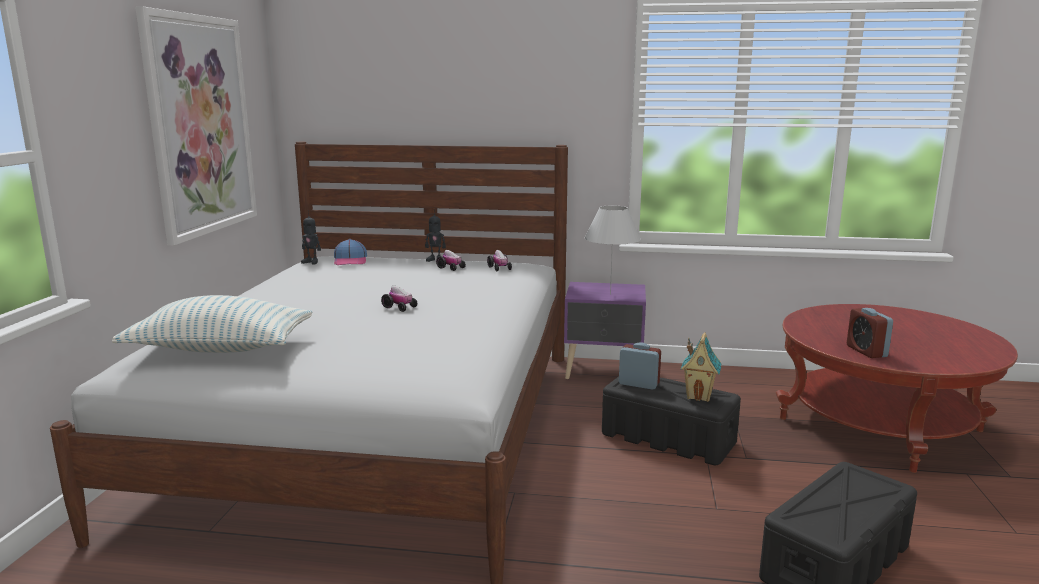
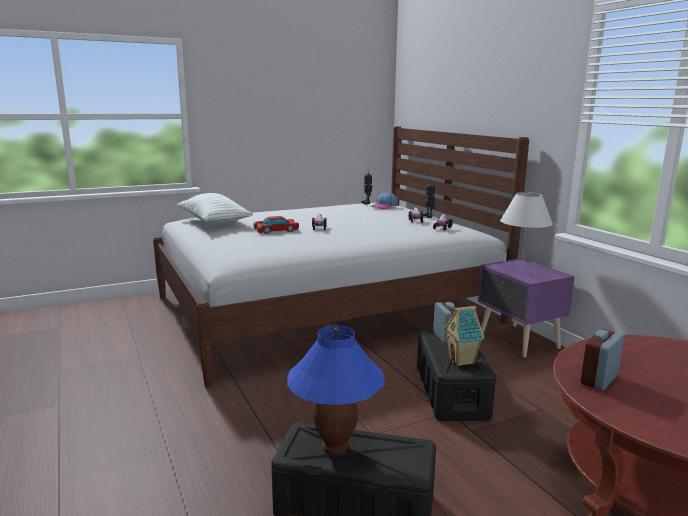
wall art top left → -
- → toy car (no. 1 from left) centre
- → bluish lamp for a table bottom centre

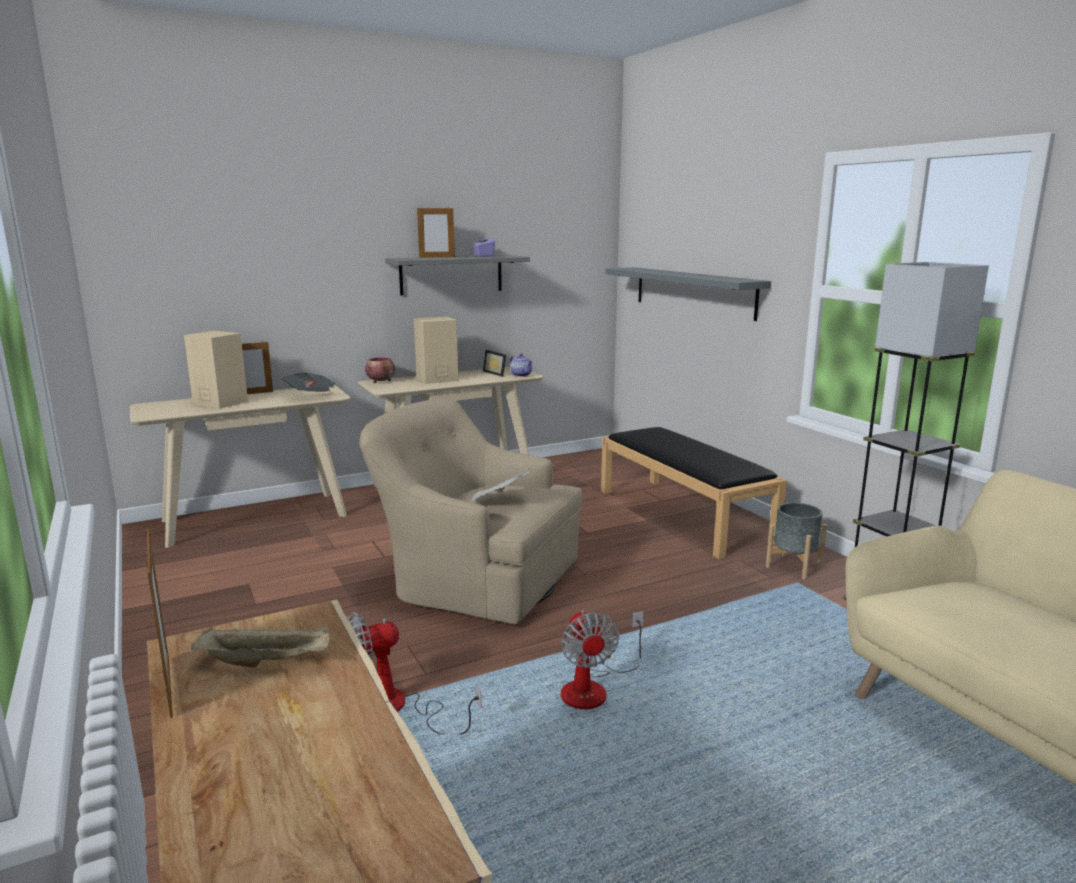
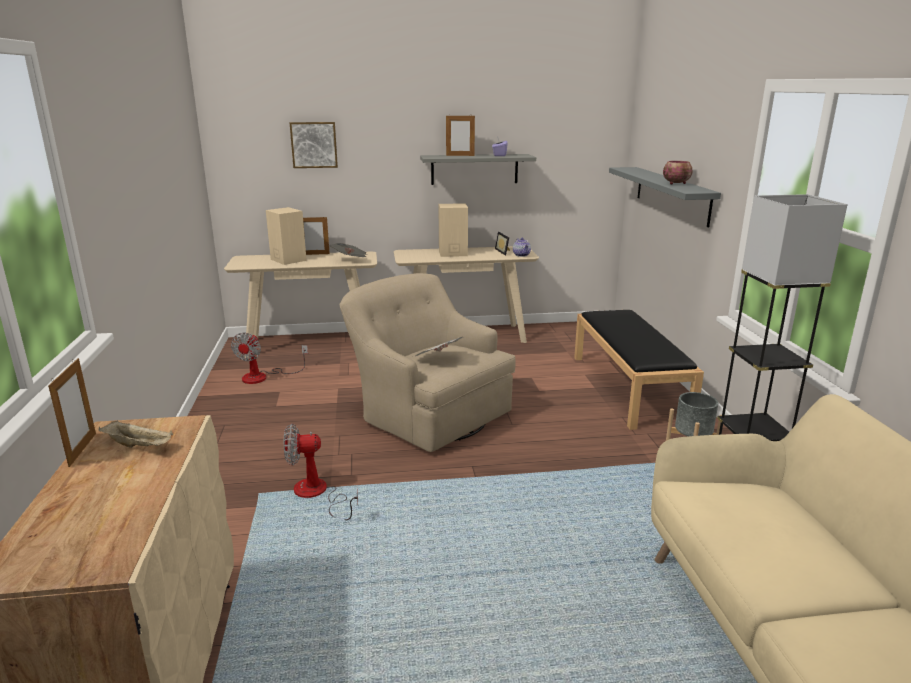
deep dish centre → deep dish top right, relocated
electric fan (no. 2 from left in the first image) bottom centre → electric fan (no. 1 from left) middle left, relocated
- → wall art top centre

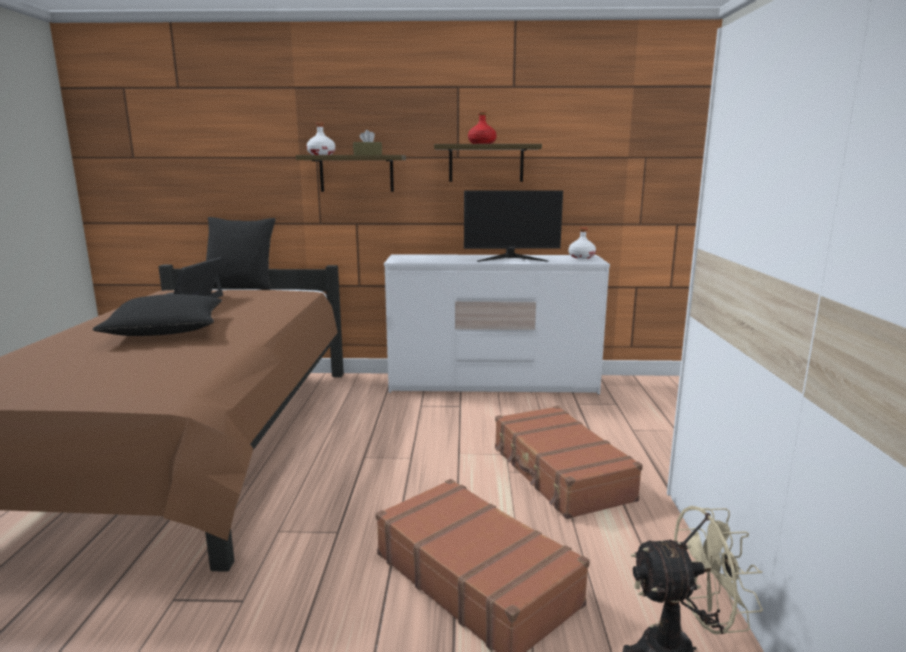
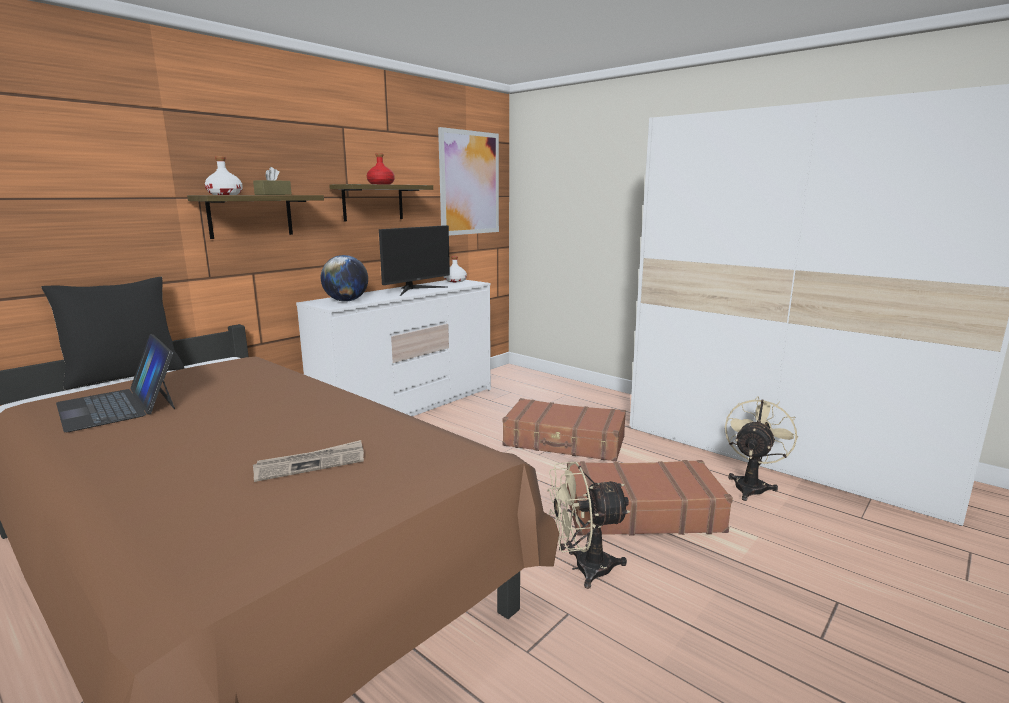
black-coloured throw pillow (no. 1 from left) middle left → -
- → newspaper middle left
- → globe centre
- → wall art top centre
- → beige-coloured electric fan (no. 1 from left) bottom centre

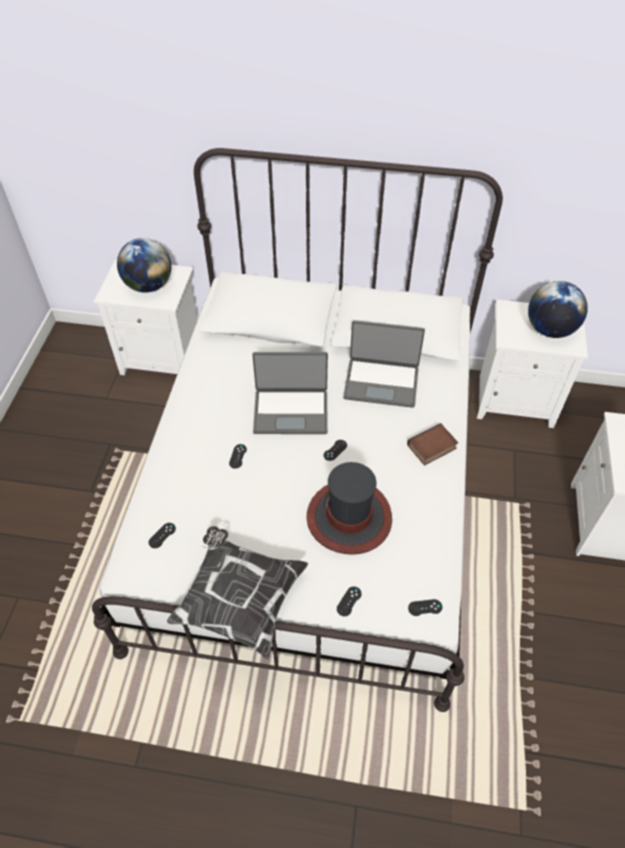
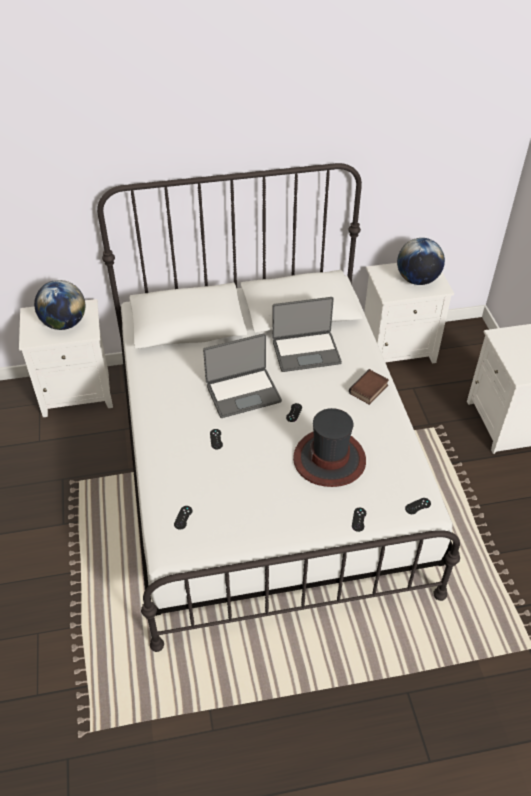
throw pillow bottom centre → -

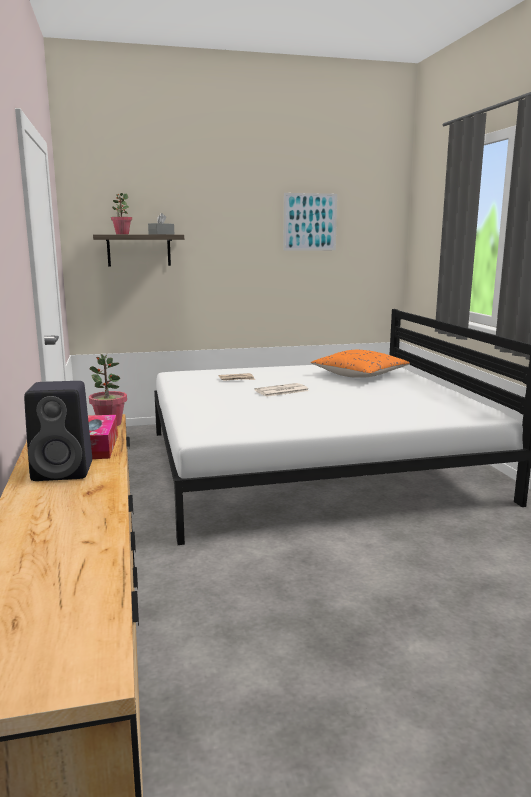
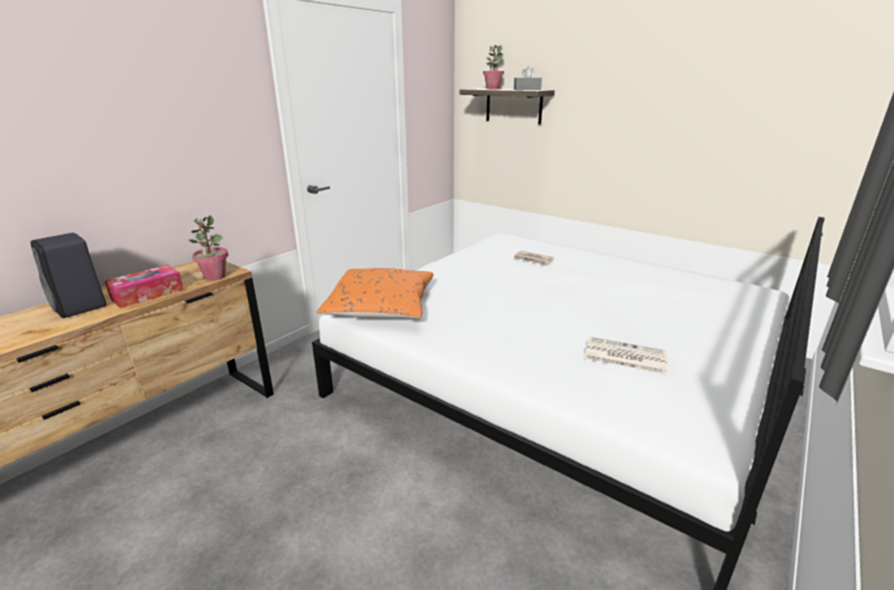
newspaper (no. 2 from left) centre → newspaper (no. 2 from left) middle right, relocated
wall art top centre → -
orange-coloured throw pillow middle right → orange-coloured throw pillow centre, relocated

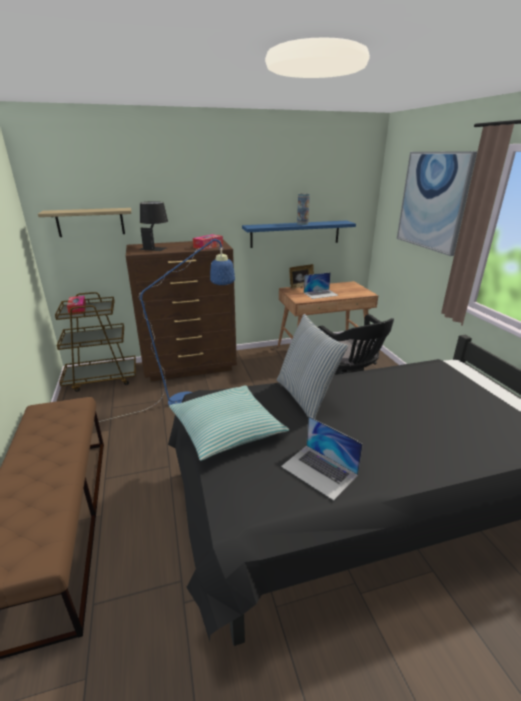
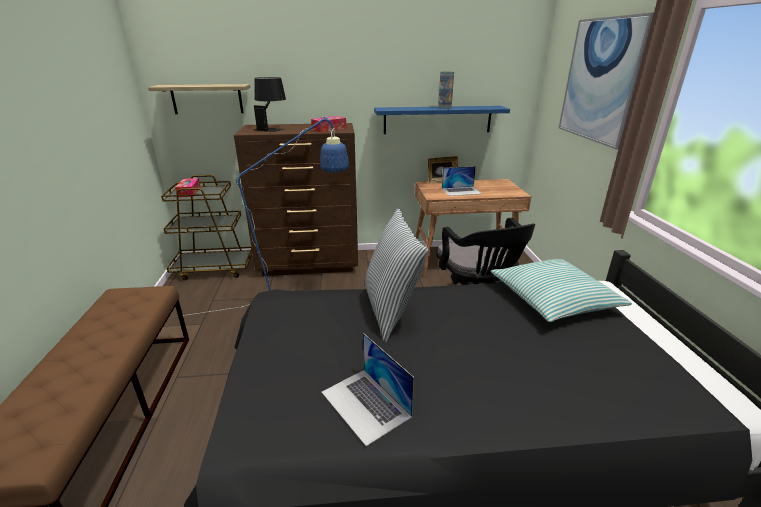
throw pillow (no. 1 from left in the first image) centre → throw pillow (no. 2 from left) middle right, relocated

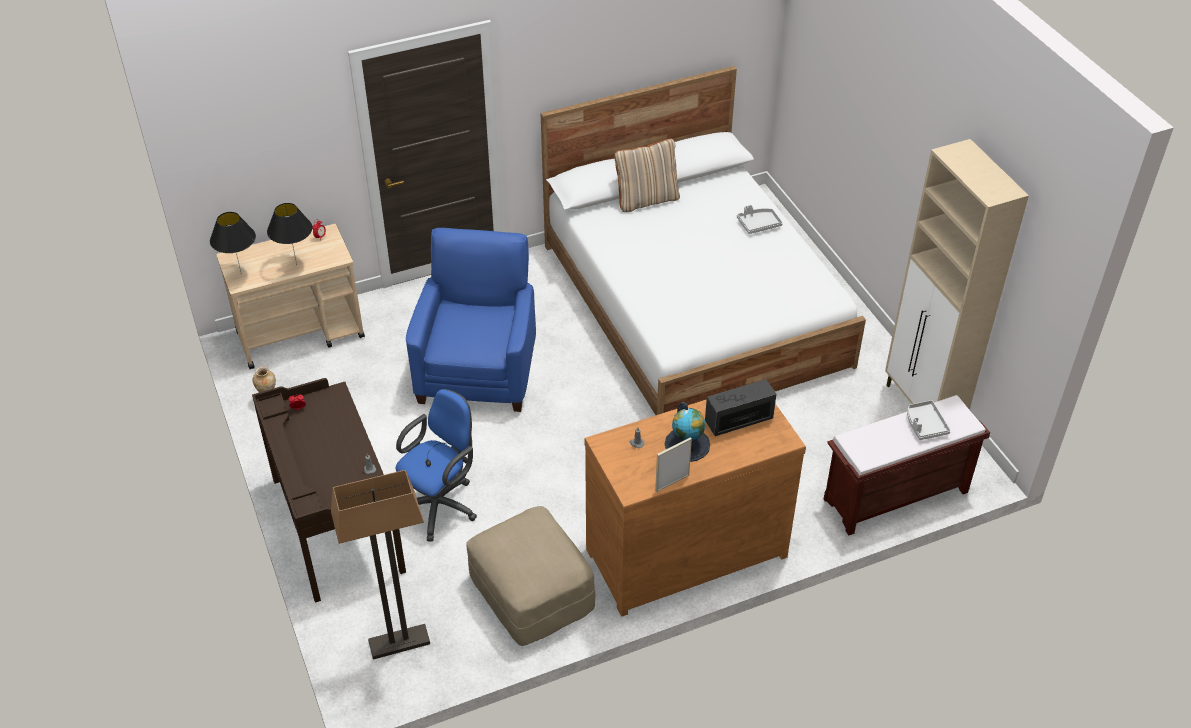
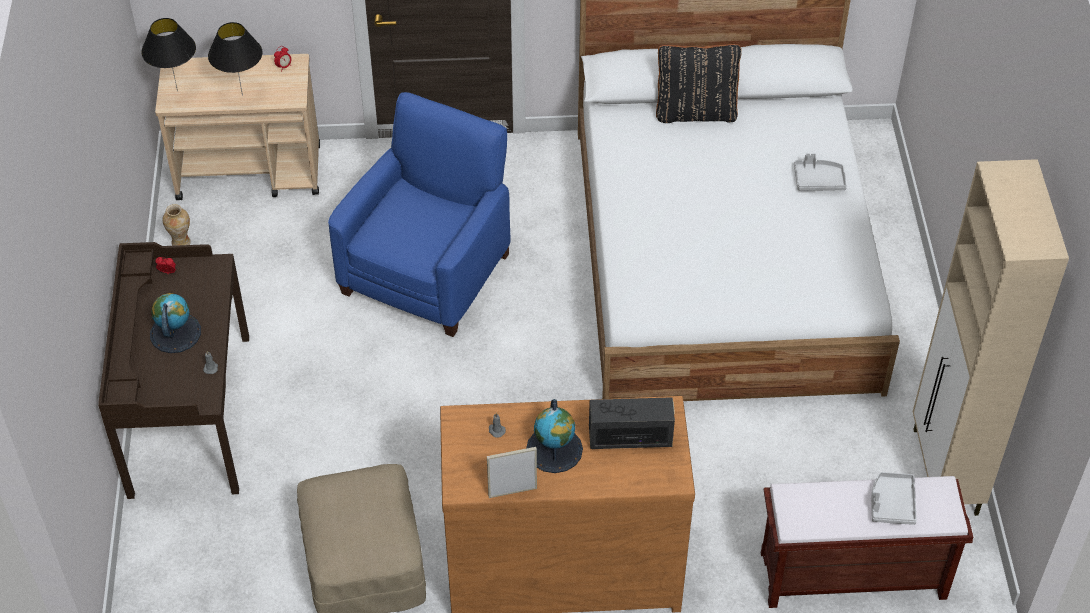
standard lamp bottom left → -
bluish computer chair centre → -
beige-coloured throw pillow top centre → black-coloured throw pillow top centre
- → globe (no. 1 from left) middle left

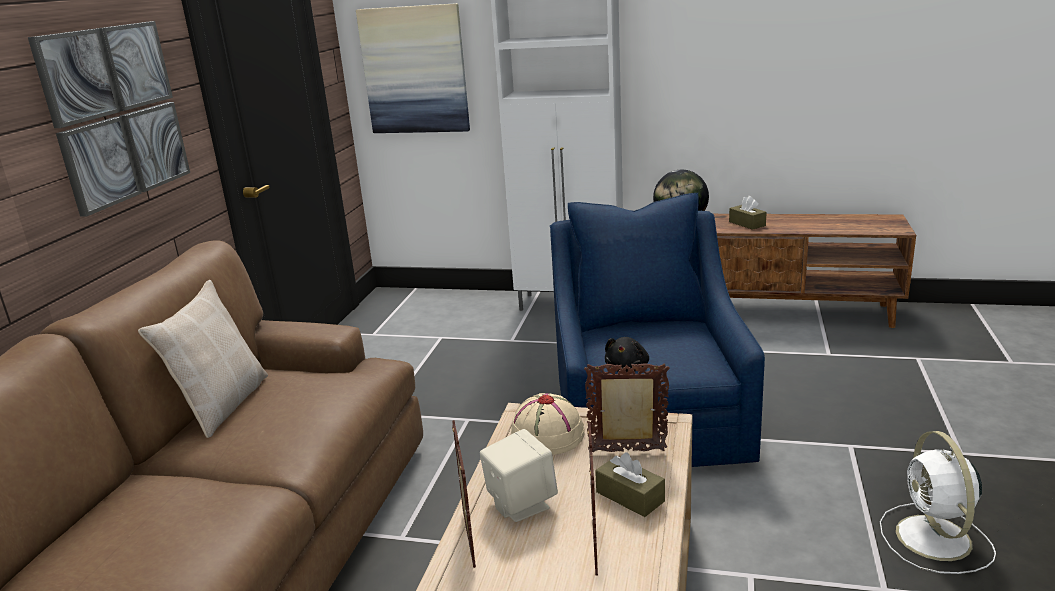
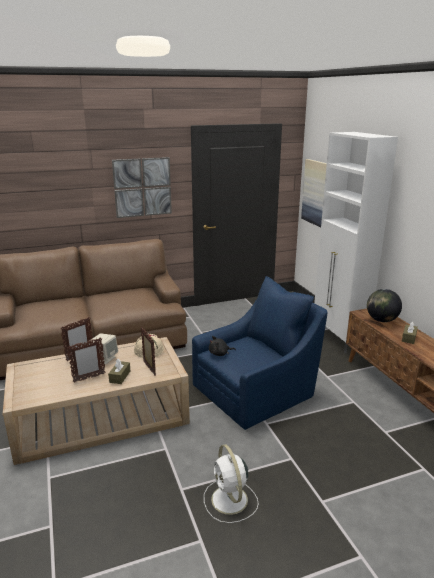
beige-coloured throw pillow middle left → -
white-coloured electric fan bottom right → white-coloured electric fan bottom centre, 75 degrees counterclockwise

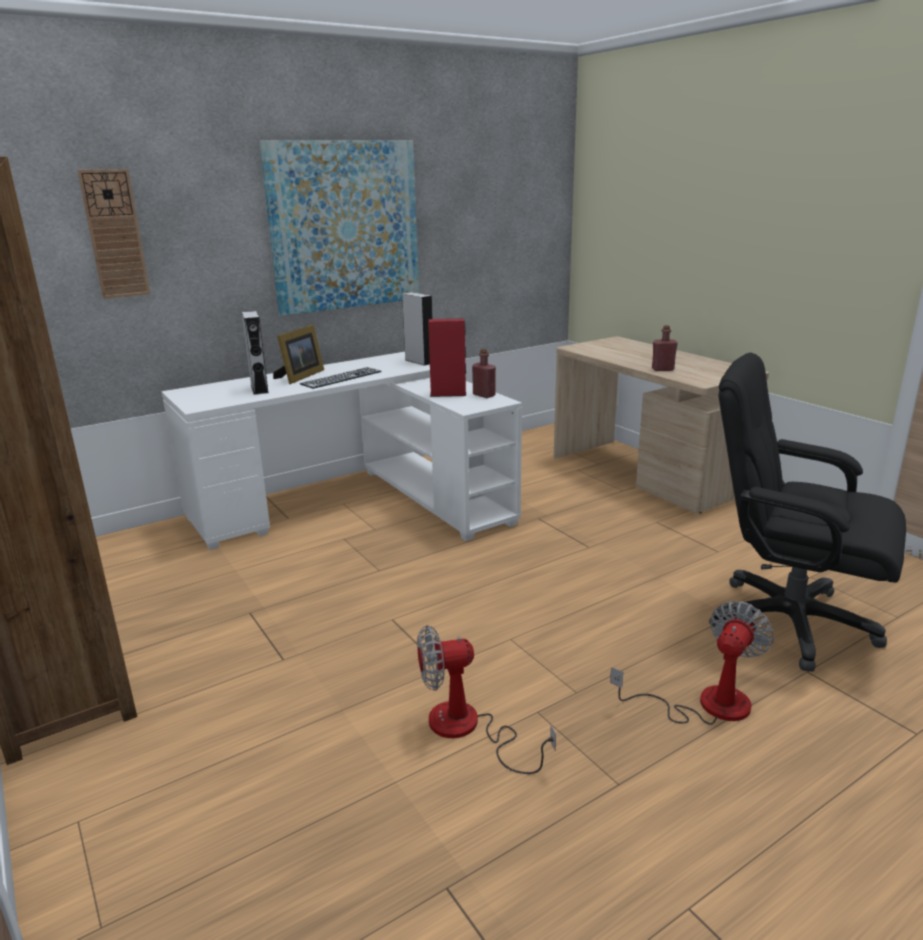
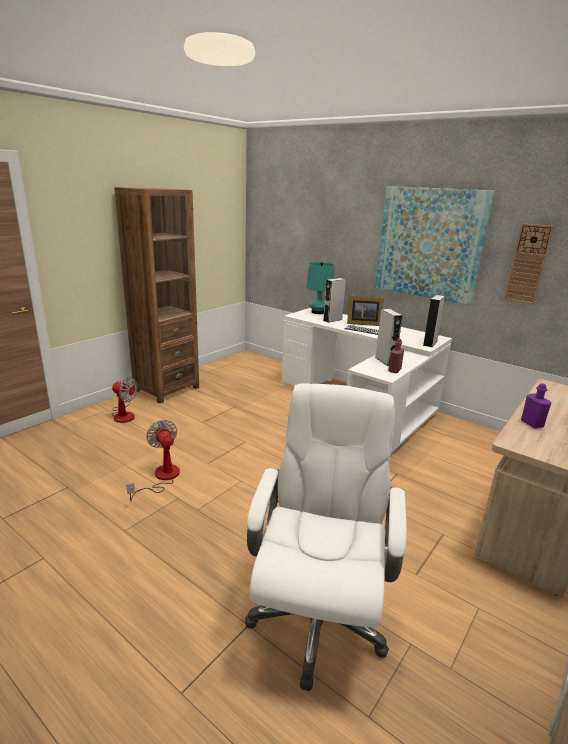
wall clock top left → wall clock middle right, relocated
red speaker centre → grey speaker (no. 2 from left) middle right
electric fan (no. 2 from left in the first image) bottom right → electric fan (no. 1 from left) middle left, relocated
red bottle (no. 2 from left) middle right → purplish bottle middle right
black-coloured computer chair middle right → white-coloured computer chair bottom centre
- → blue-green lamp for a table centre

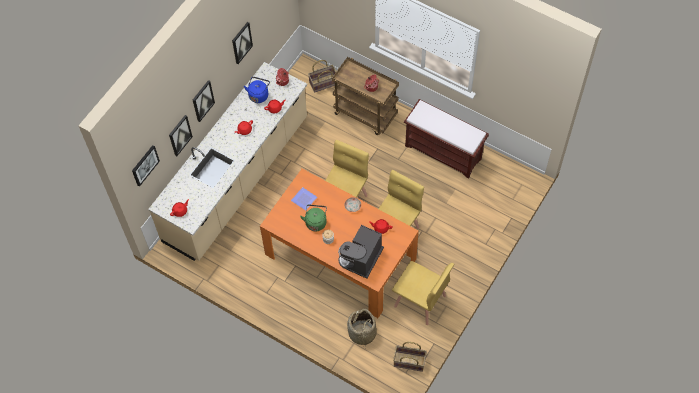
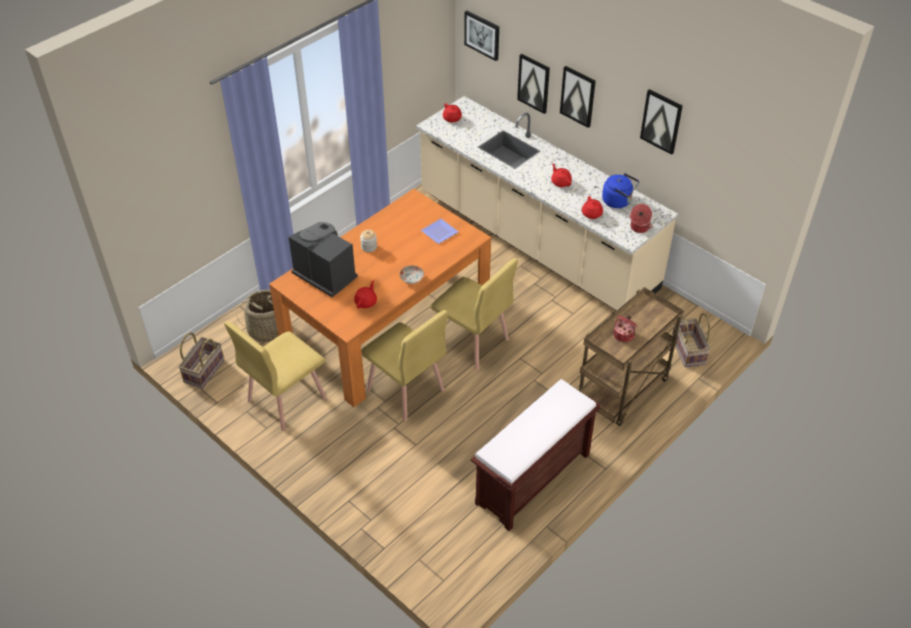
greenish kettle centre → -

